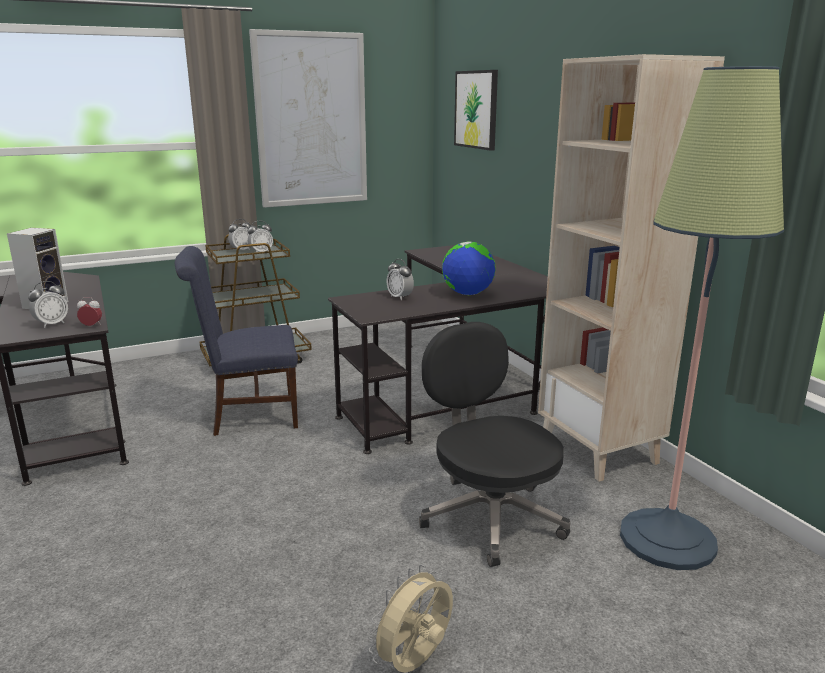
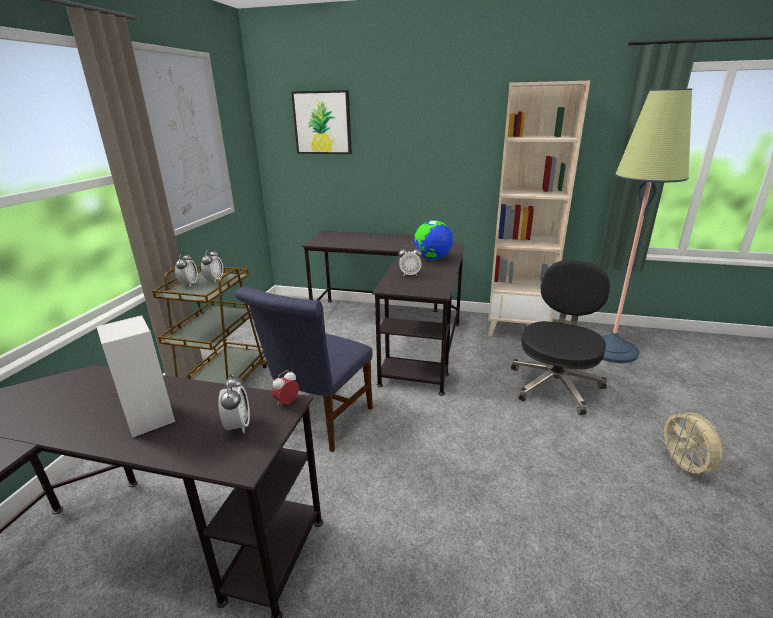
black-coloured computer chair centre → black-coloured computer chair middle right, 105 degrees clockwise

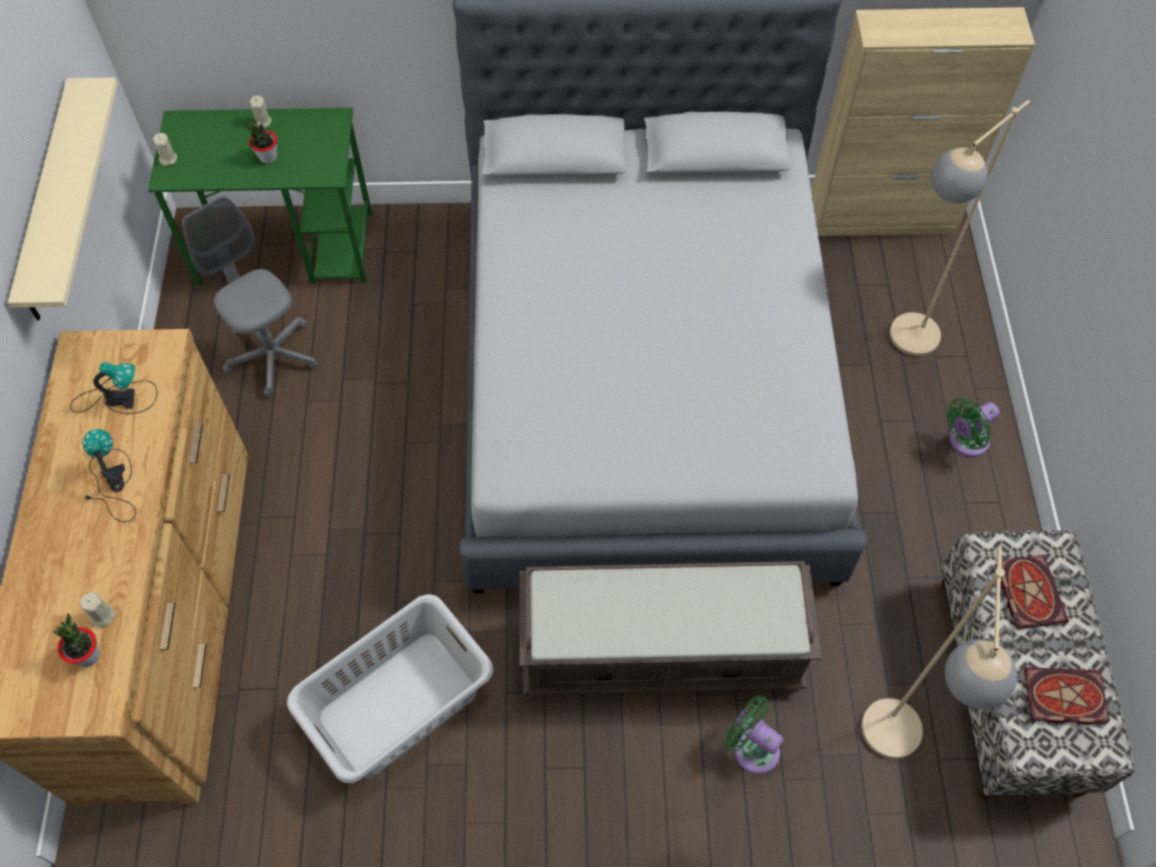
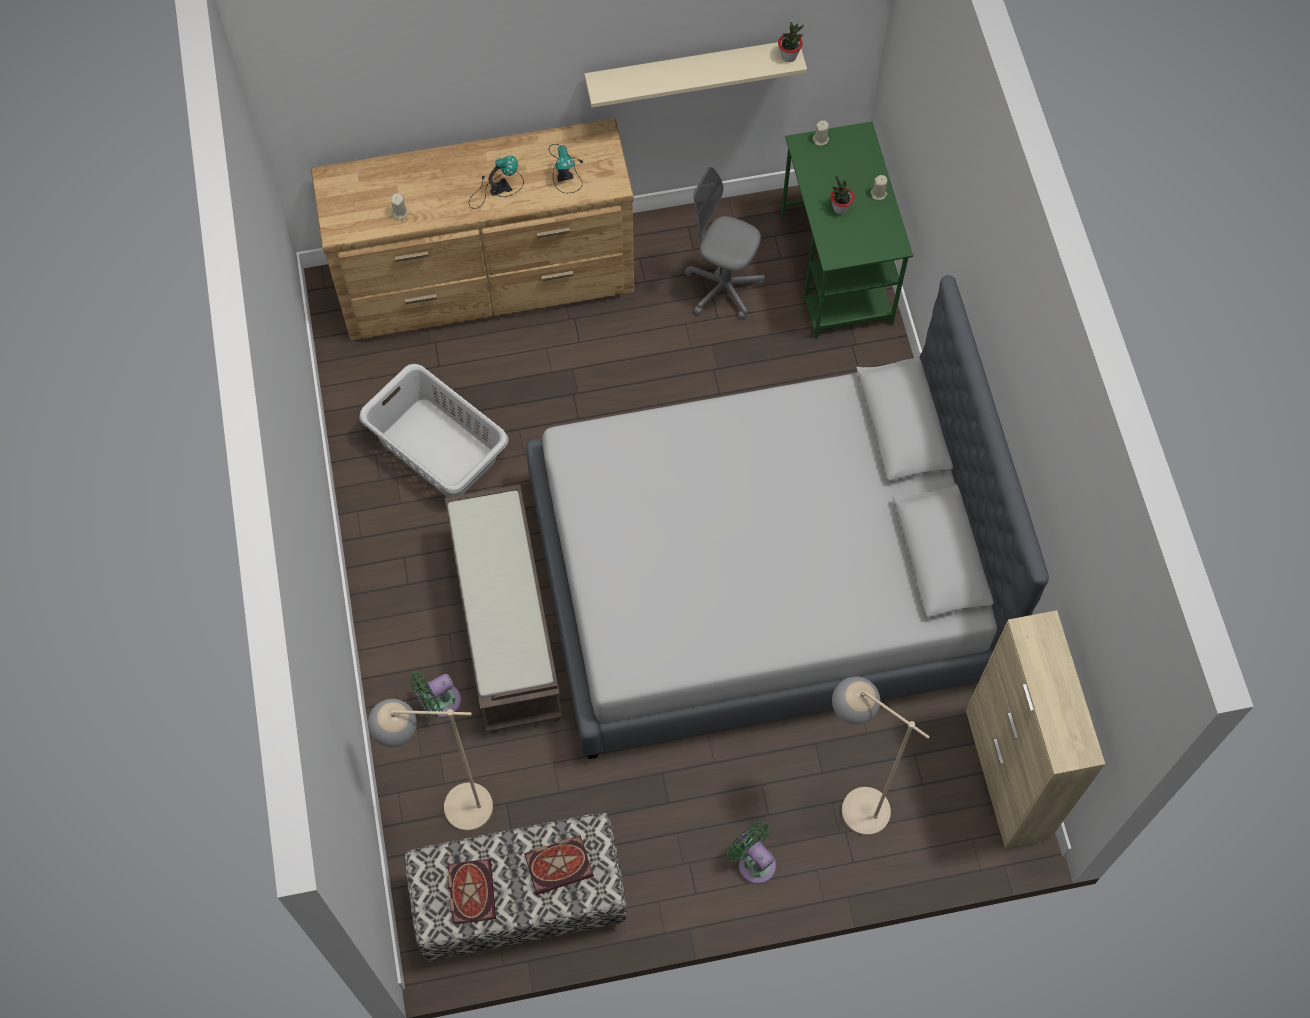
houseplant (no. 1 from left) bottom left → houseplant (no. 1 from left) top centre, relocated
grey computer chair middle left → grey computer chair top centre, 105 degrees counterclockwise
greenish electric fan (no. 1 from left) bottom centre → greenish electric fan (no. 1 from left) bottom left, 150 degrees counterclockwise

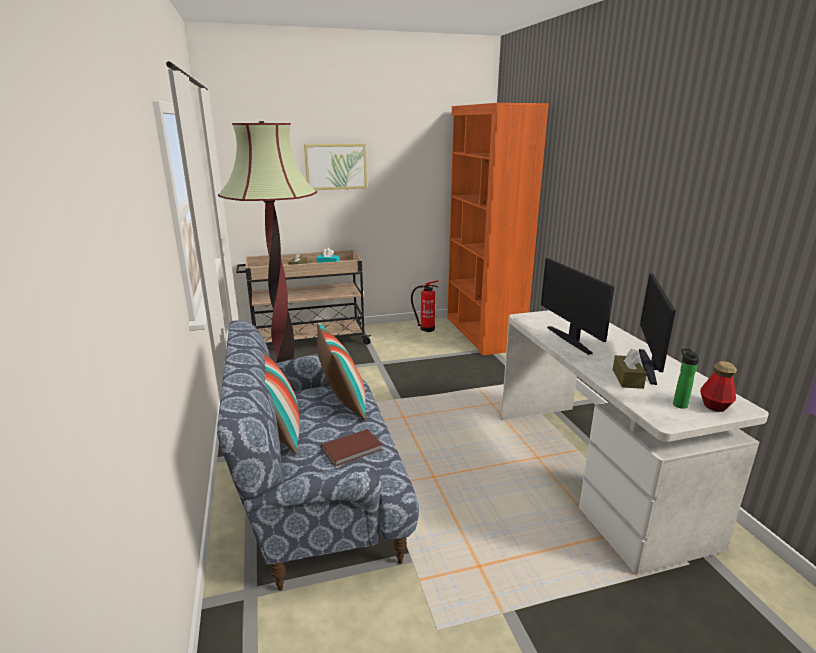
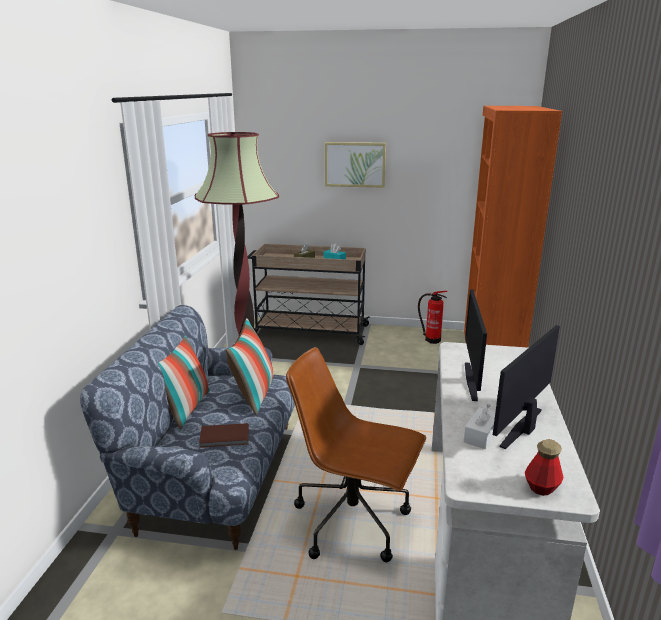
brown-coloured tissue holder (no. 2 from left) middle right → white-coloured tissue holder bottom right
bottle (no. 1 from left) middle right → -
- → brown-coloured computer chair bottom centre

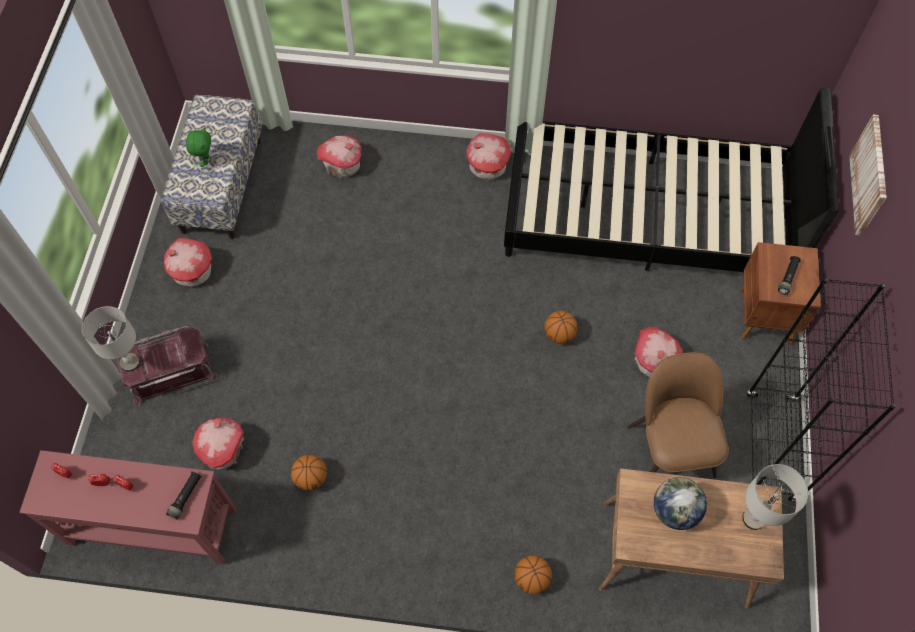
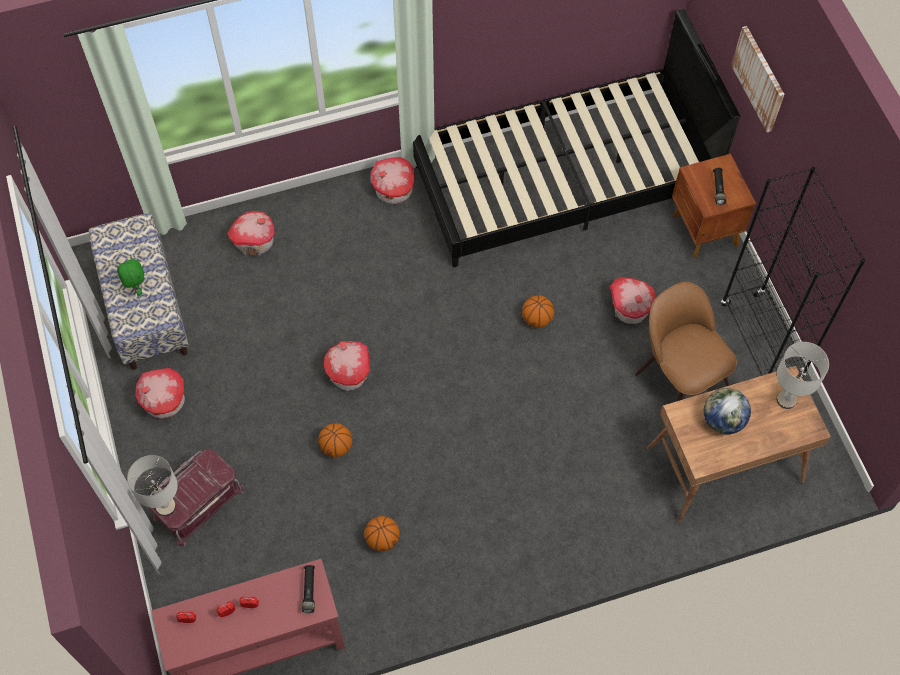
model house (no. 2 from left in the first image) bottom left → model house (no. 3 from left) centre, relocated
basketball (no. 2 from left in the first image) bottom centre → basketball (no. 1 from left) centre, relocated

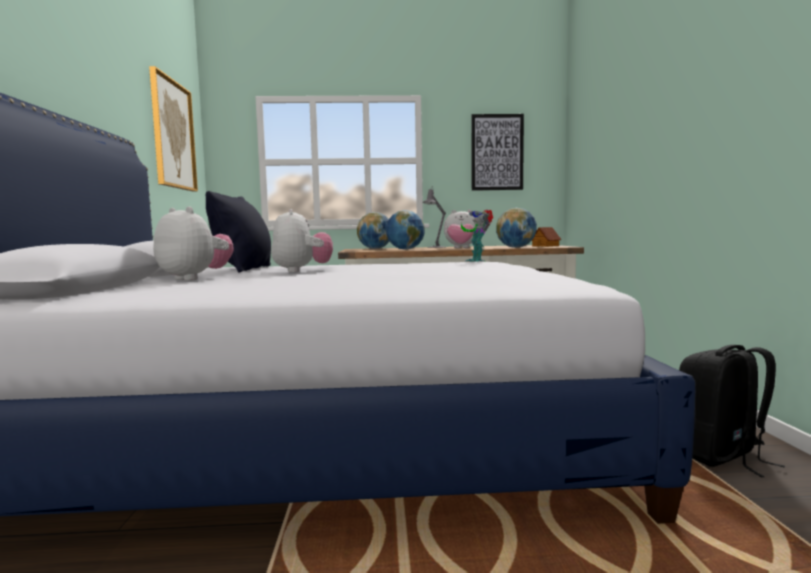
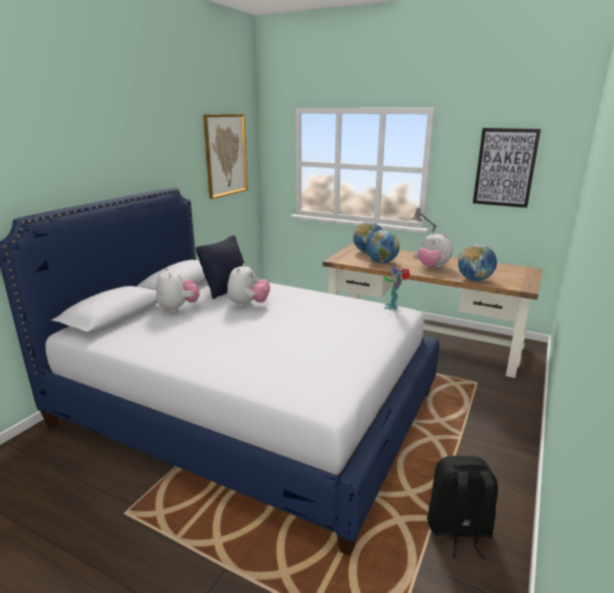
model house middle right → -

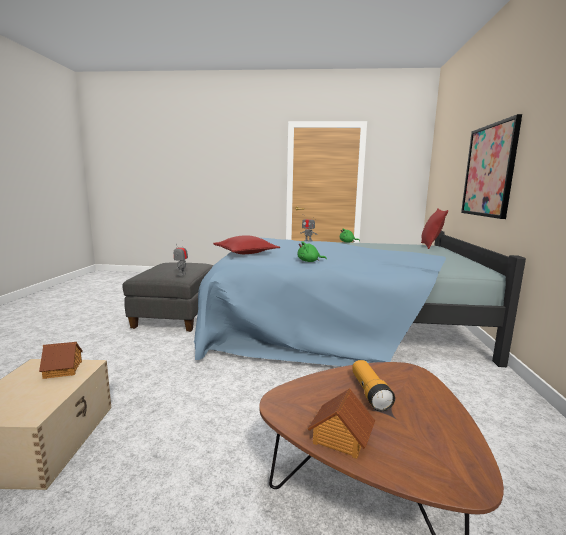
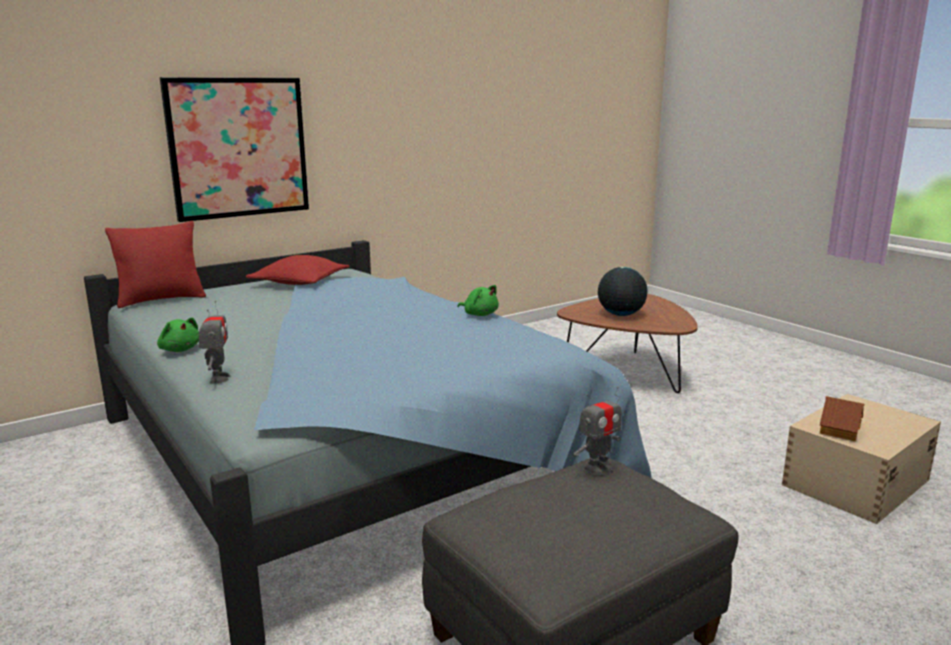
red throw pillow (no. 1 from left in the first image) centre → red throw pillow (no. 2 from left) middle left, relocated
model house (no. 2 from left) bottom centre → -
hand torch bottom centre → globe centre

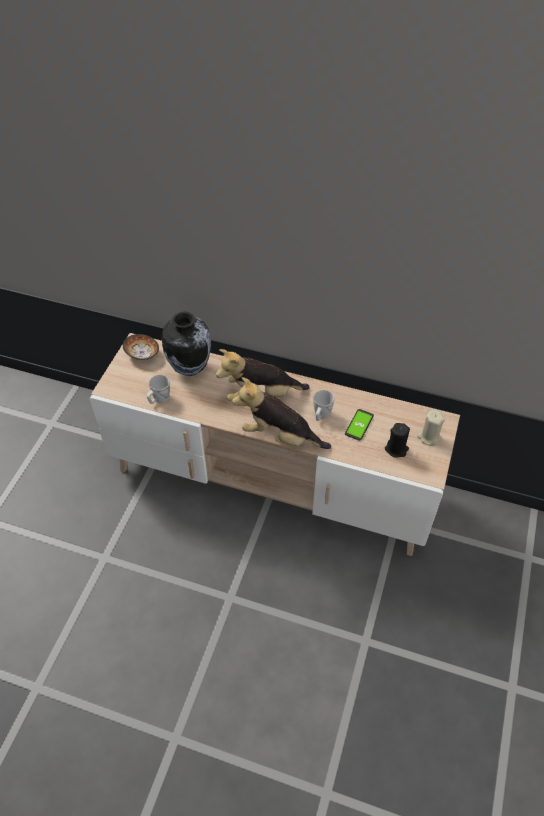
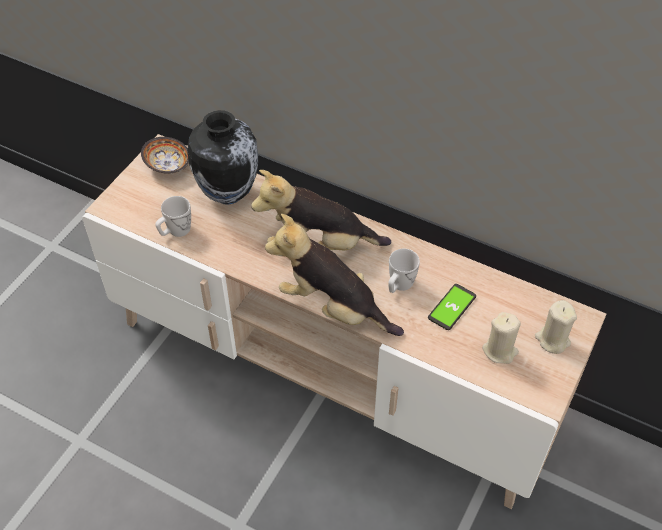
black-coloured candle middle right → beige-coloured candle (no. 1 from left) middle right

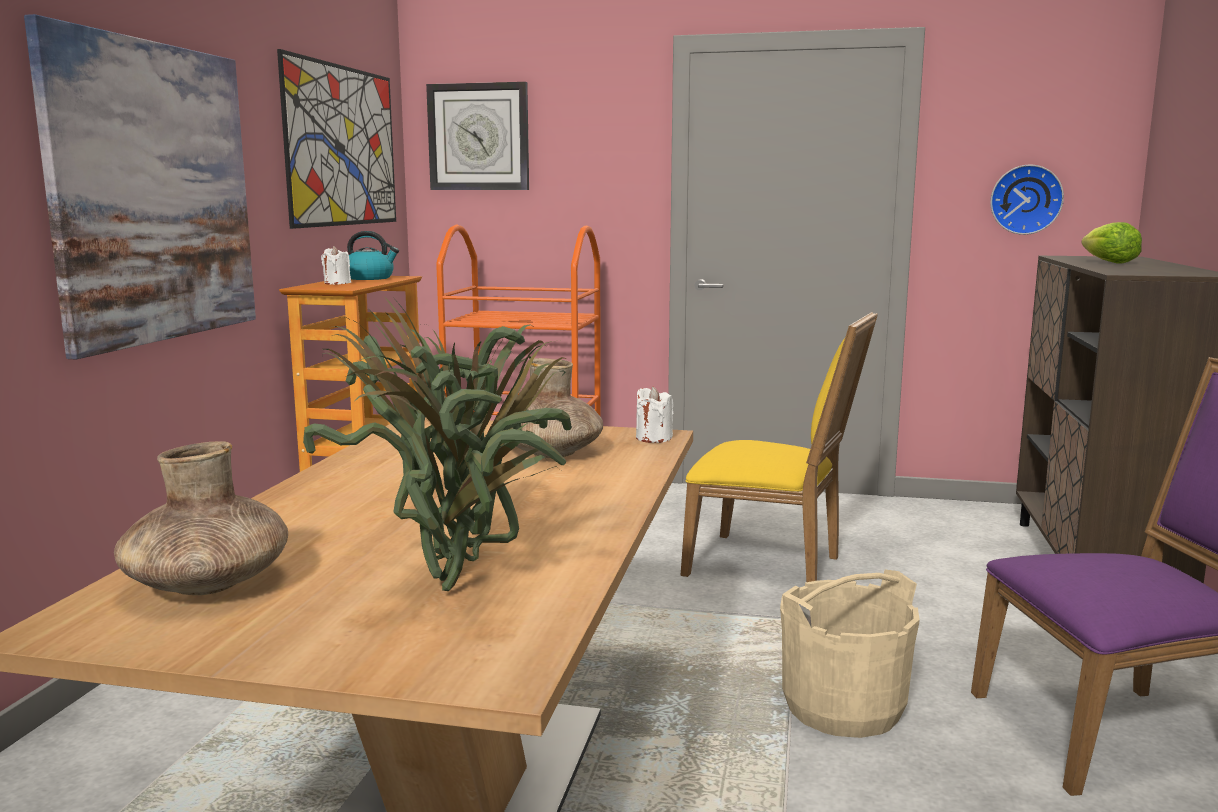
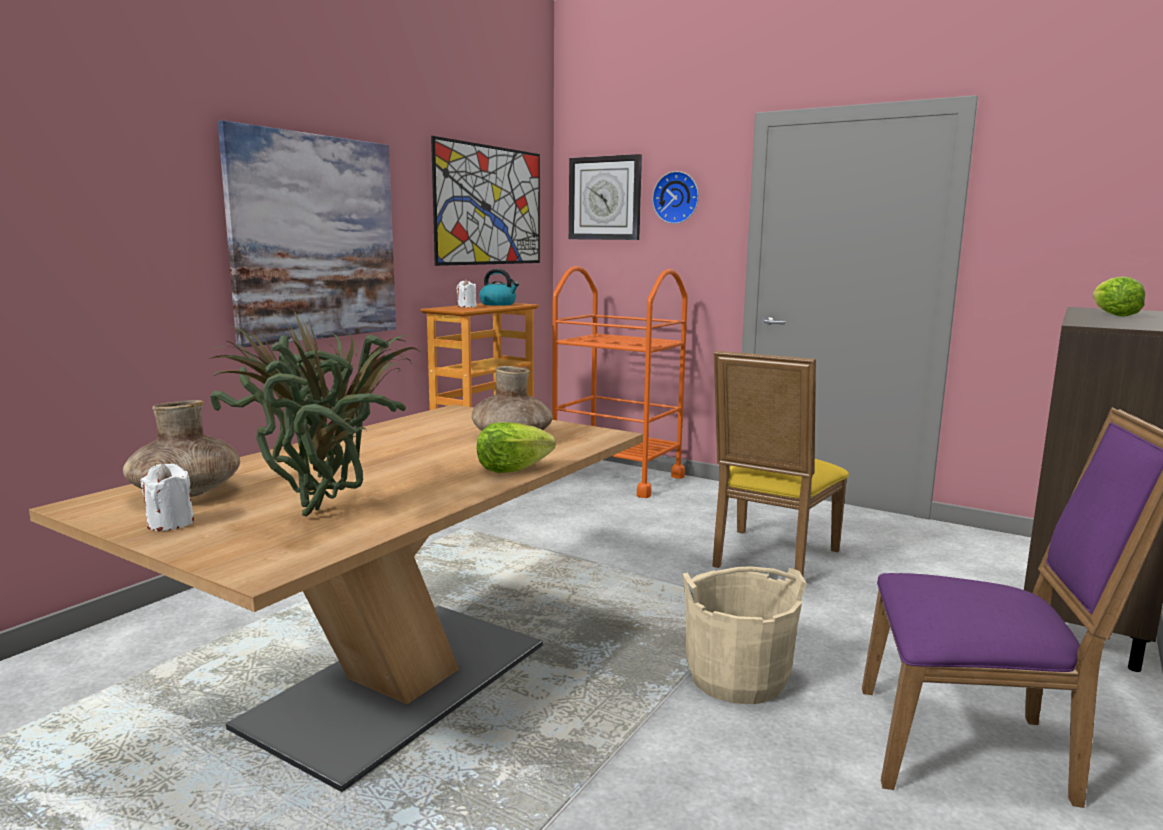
white-coloured candle (no. 2 from left in the first image) centre → white-coloured candle (no. 1 from left) middle left, relocated
yellow upright chair centre → yellow upright chair middle right, 75 degrees clockwise
wall clock (no. 2 from left) top right → wall clock (no. 2 from left) top centre, relocated
- → lettuce head (no. 1 from left) centre

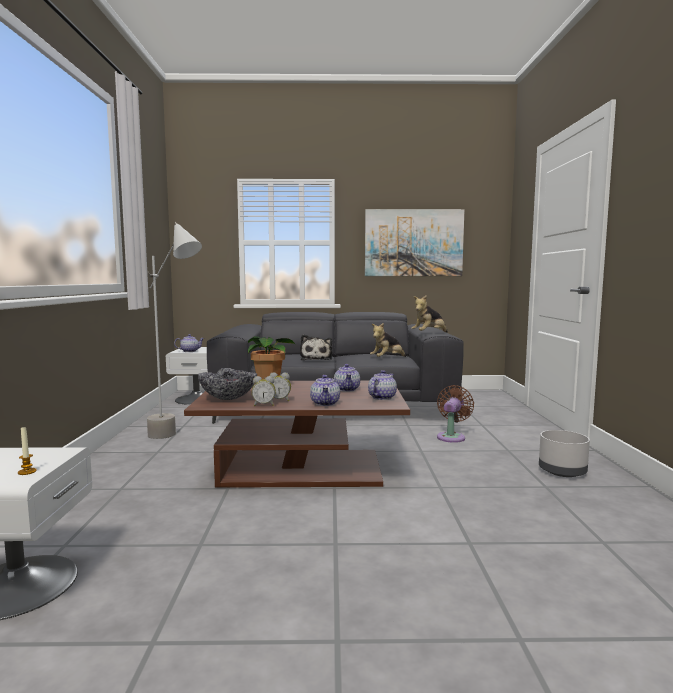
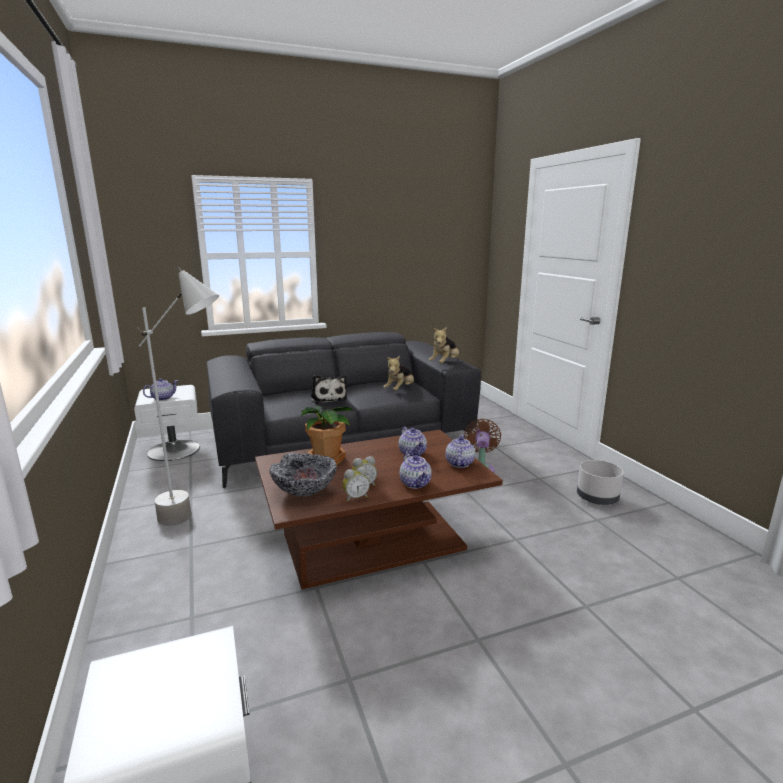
candle middle left → -
wall art centre → -

